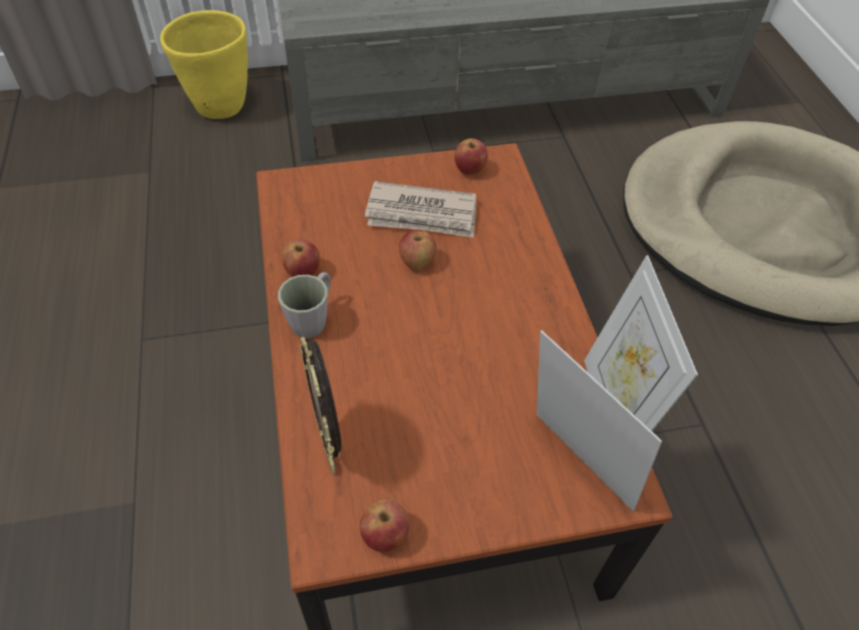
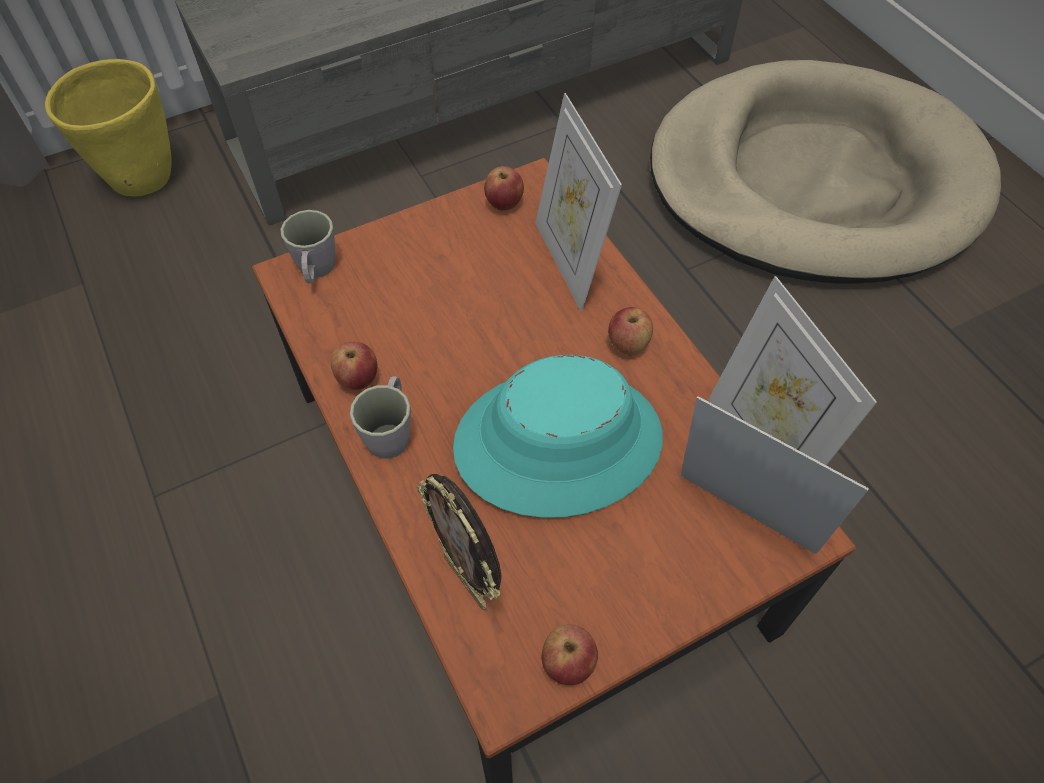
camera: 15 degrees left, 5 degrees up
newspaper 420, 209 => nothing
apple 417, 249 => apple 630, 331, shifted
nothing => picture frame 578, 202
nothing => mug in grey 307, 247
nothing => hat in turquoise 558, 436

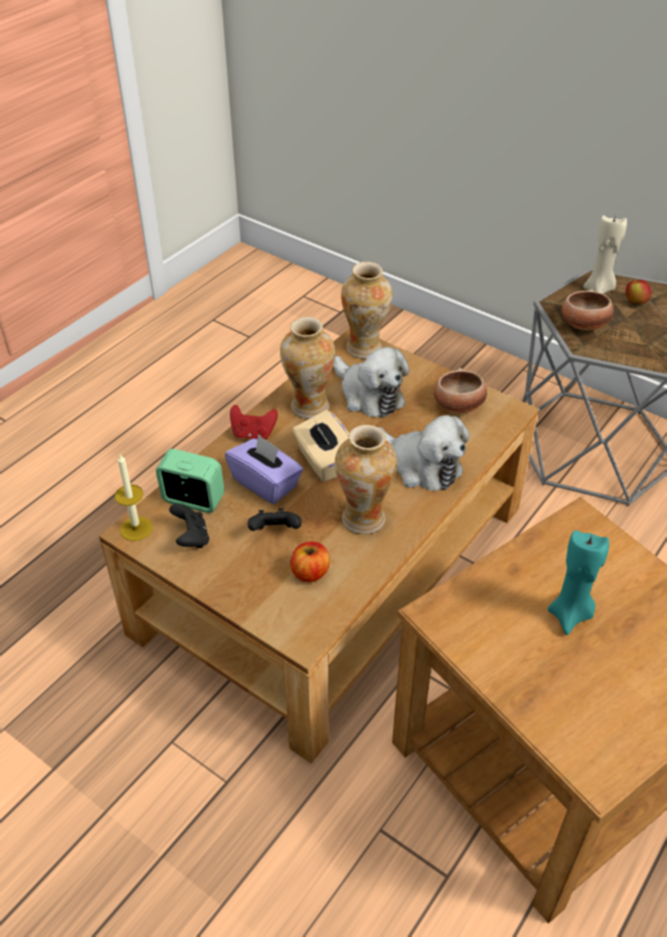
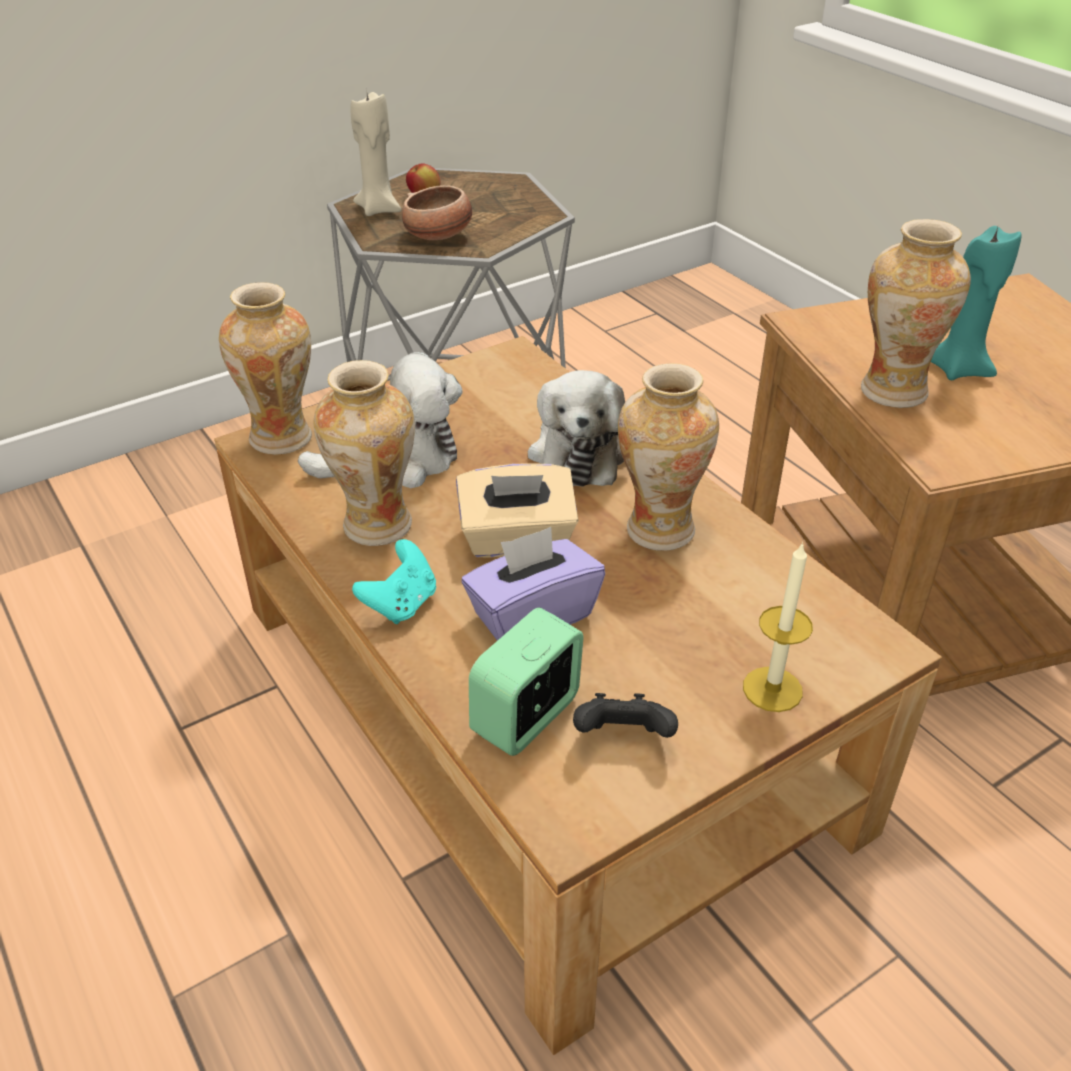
camera: 70 degrees left, 5 degrees down
bowl 460, 390 => nothing
game controller in red 254, 422 => game controller in turquoise 394, 581
plush toy 423, 453 => plush toy 576, 428, 120 degrees clockwise
candle 134, 497 => candle 778, 627, shifted
game controller in black 275, 519 => nothing
apple 310, 562 => nothing
nothing => vase 916, 313

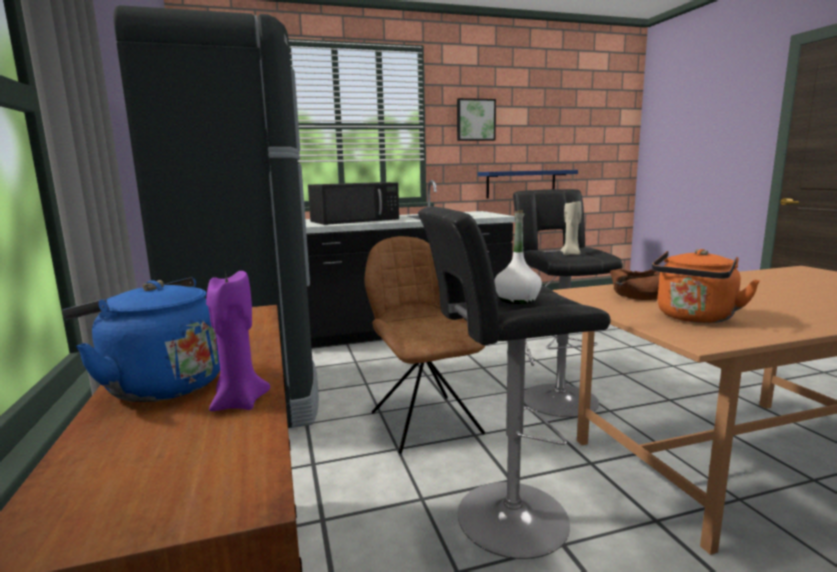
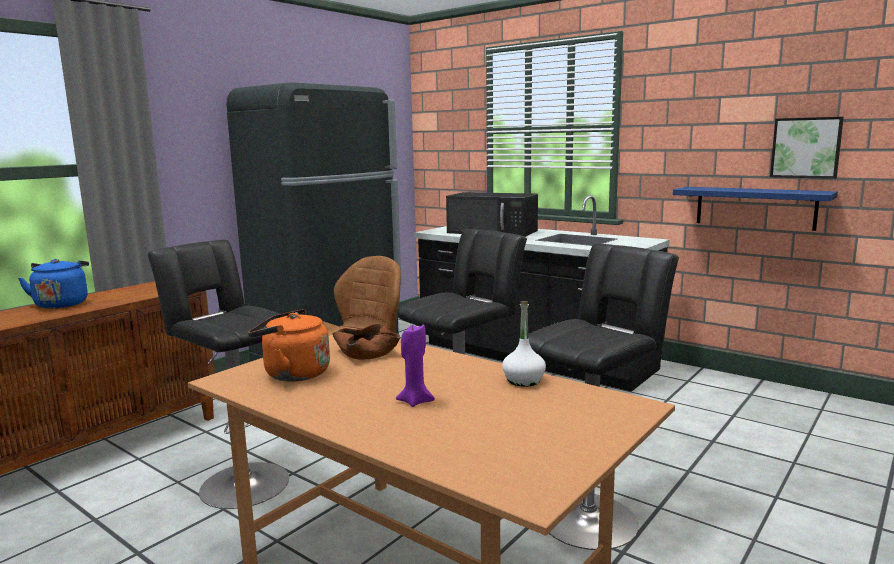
camera: 55 degrees right, 0 degrees up
picture 476, 119 => picture 807, 148, shifted
candle in beige 571, 228 => nothing
bottle in white 518, 257 => bottle in white 524, 344, shifted
candle in purple 238, 341 => candle in purple 415, 365, shifted
nothing => stool in black 603, 397

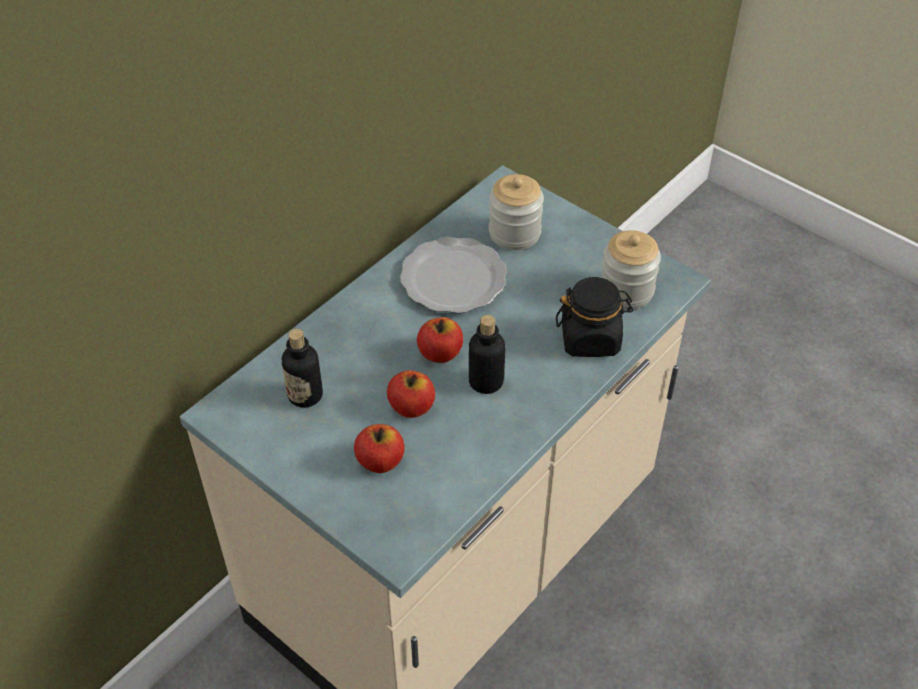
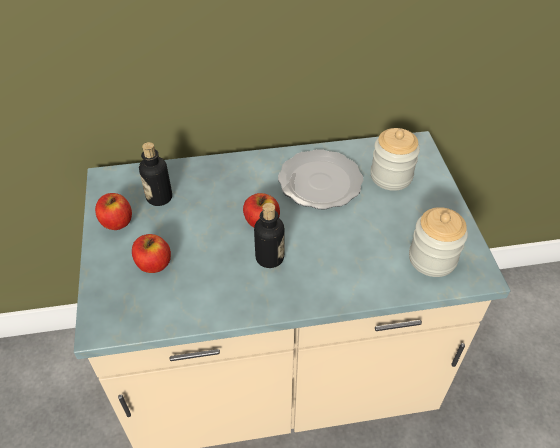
camera: 40 degrees right, 0 degrees up
jar in black 594, 317 => nothing
apple 411, 394 => apple 113, 211, shifted

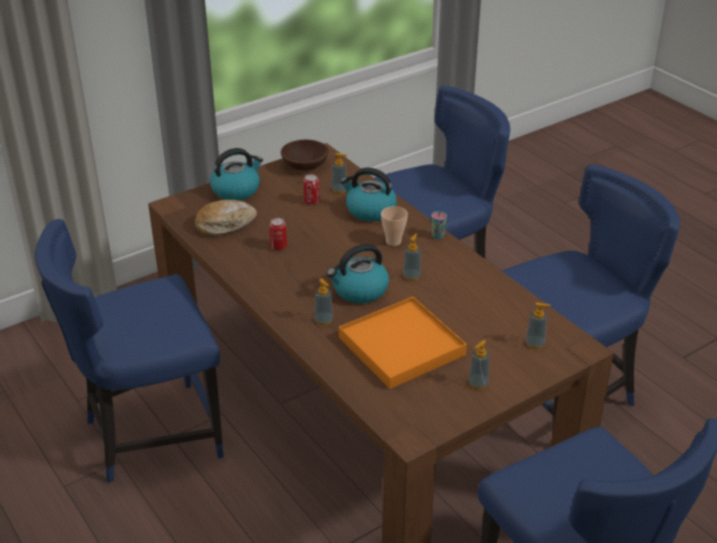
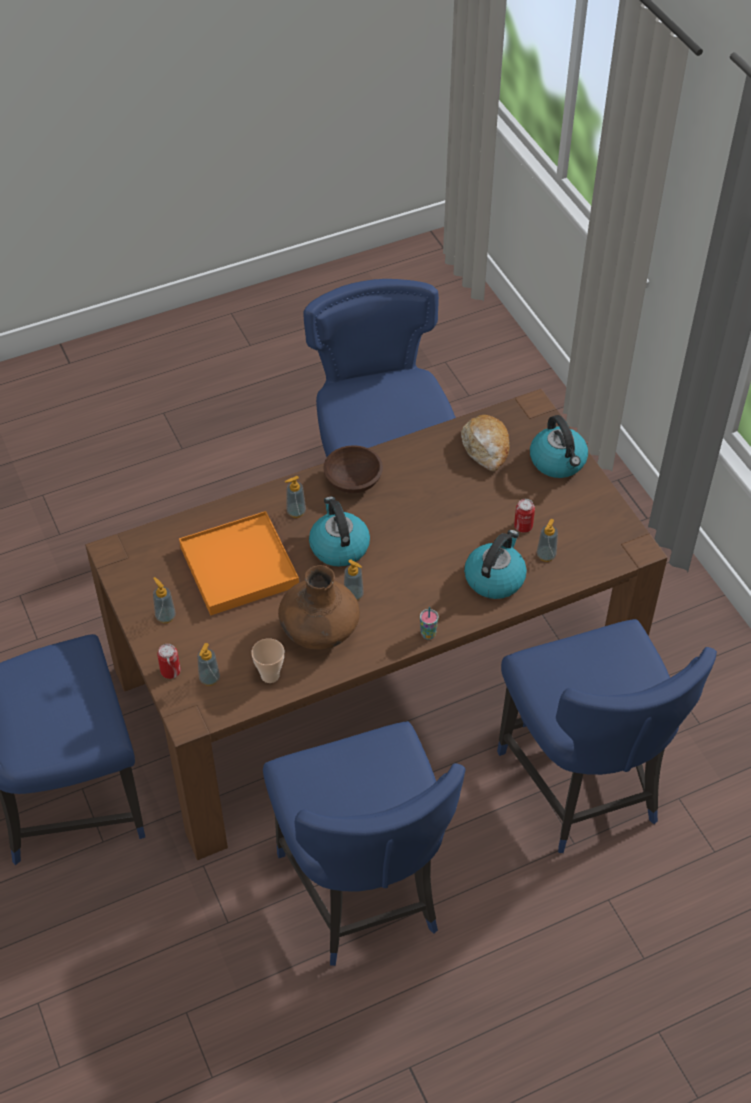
camera: 100 degrees right, 15 degrees up
bowl in brown 305, 155 => bowl in brown 353, 469, shifted
cup 394, 226 => cup 267, 660, shifted
can 278, 234 => can 169, 661, shifted
nothing => vase in brown 319, 607

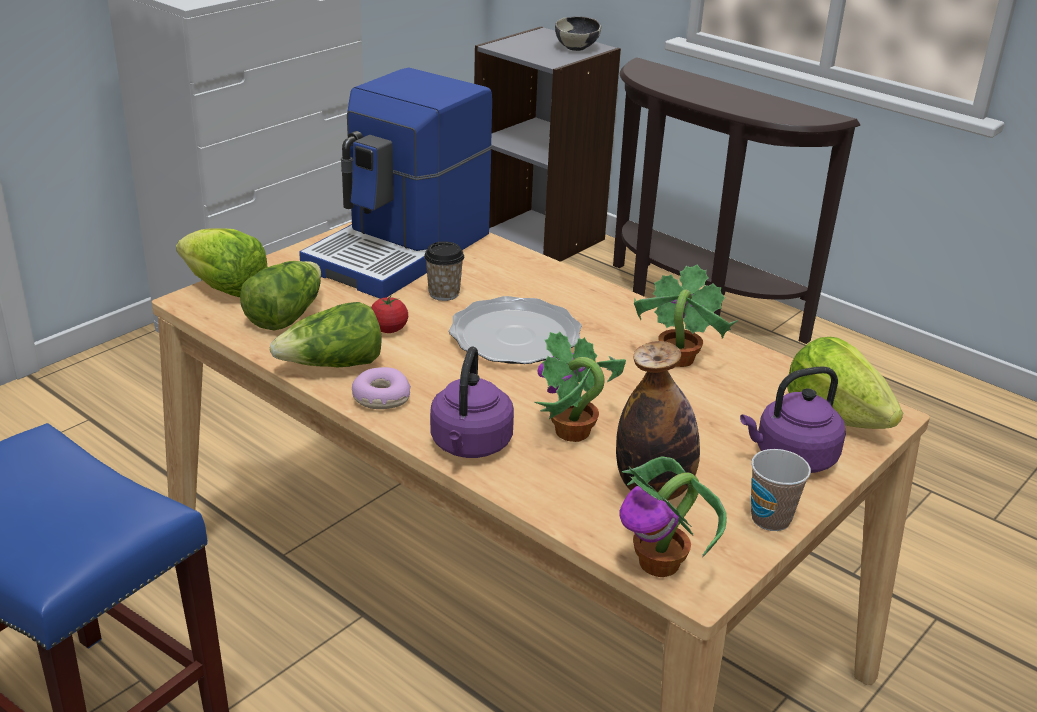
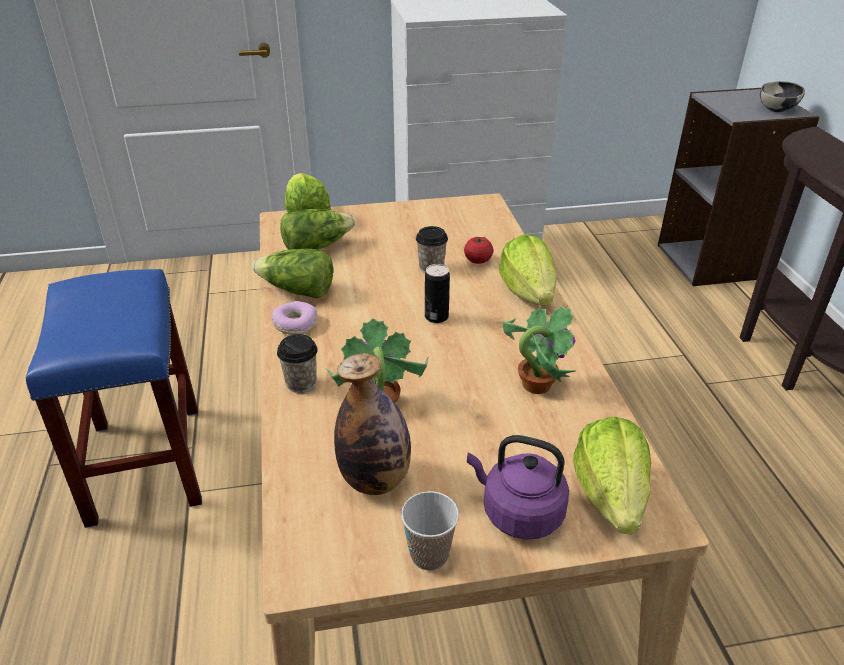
camera: 40 degrees right, 5 degrees up
coffee machine 396, 183 => nothing
tomato 389, 314 => tomato 478, 250, shifted
plate 515, 330 => can 437, 293
kettle in purple 472, 402 => cup 297, 363
potted plant 673, 517 => nothing
nothing => lettuce 528, 269

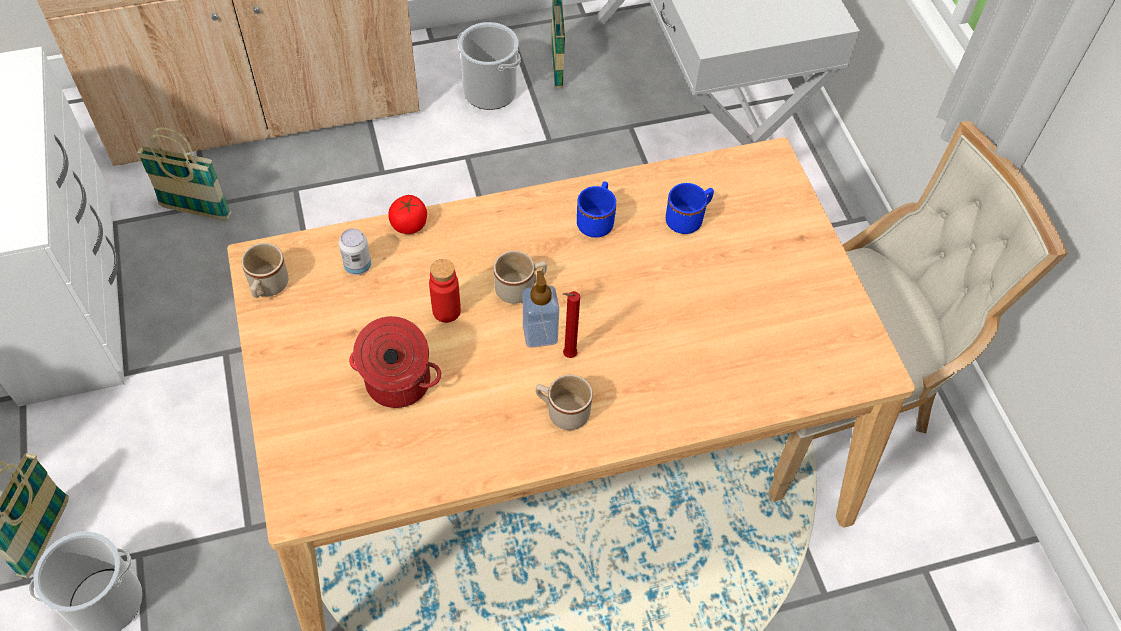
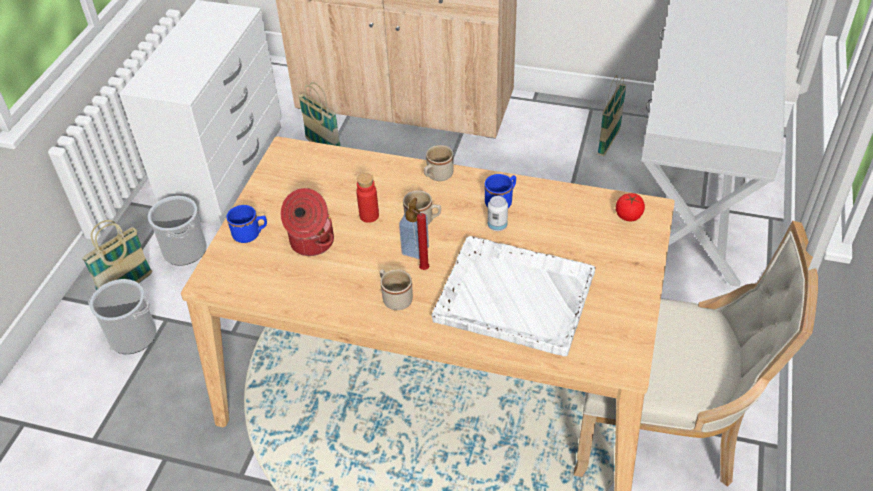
camera: 35 degrees right, 10 degrees down
bucket 489, 66 => bucket 177, 231, shifted
mug in blue 690, 208 => mug in blue 246, 224, shifted
tomato 407, 214 => tomato 630, 207, shifted
can 355, 252 => can 498, 213, shifted
mug in beige 265, 270 => mug in beige 438, 163, shifted
nothing => tray in white 514, 296

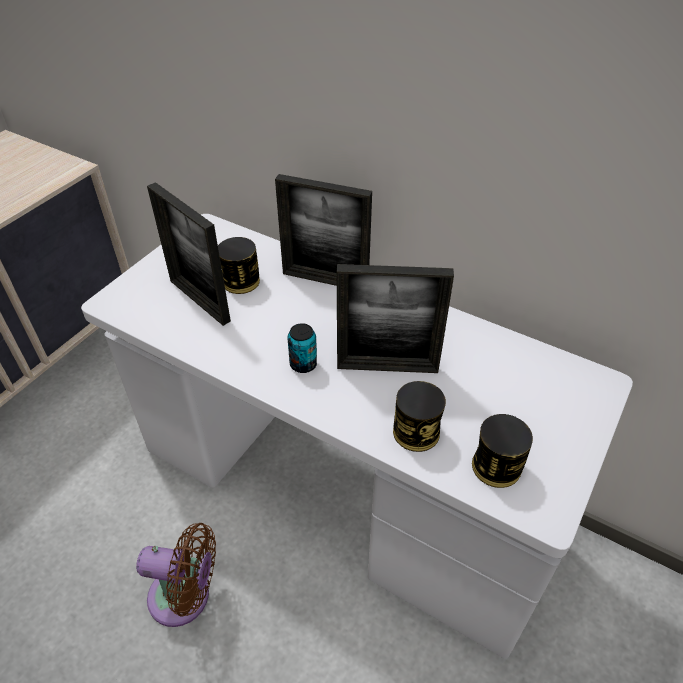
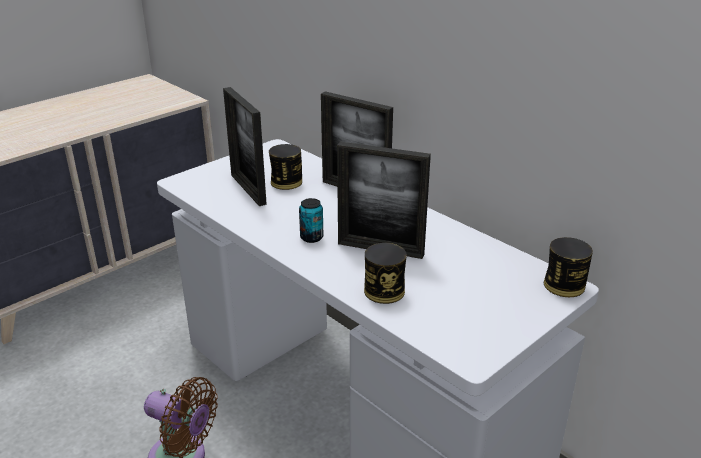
camera: 15 degrees right, 15 degrees down
can 502, 451 => can 568, 267, shifted

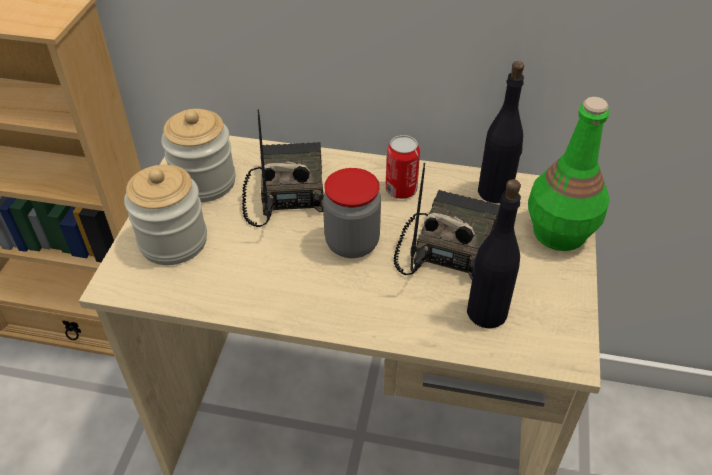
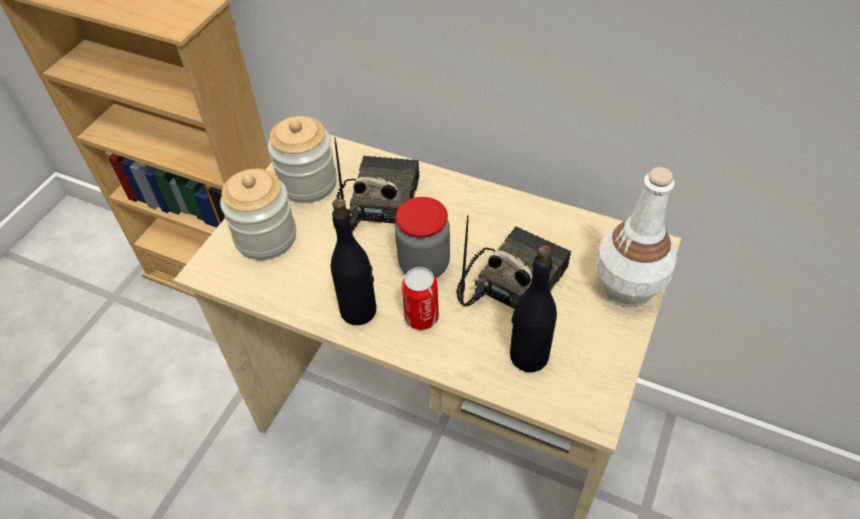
camera: 15 degrees right, 5 degrees up
bottle in black 501, 132 => bottle in black 354, 261, shifted
bottle in green 569, 174 => bottle in white 635, 237
can 402, 167 => can 420, 298, shifted

